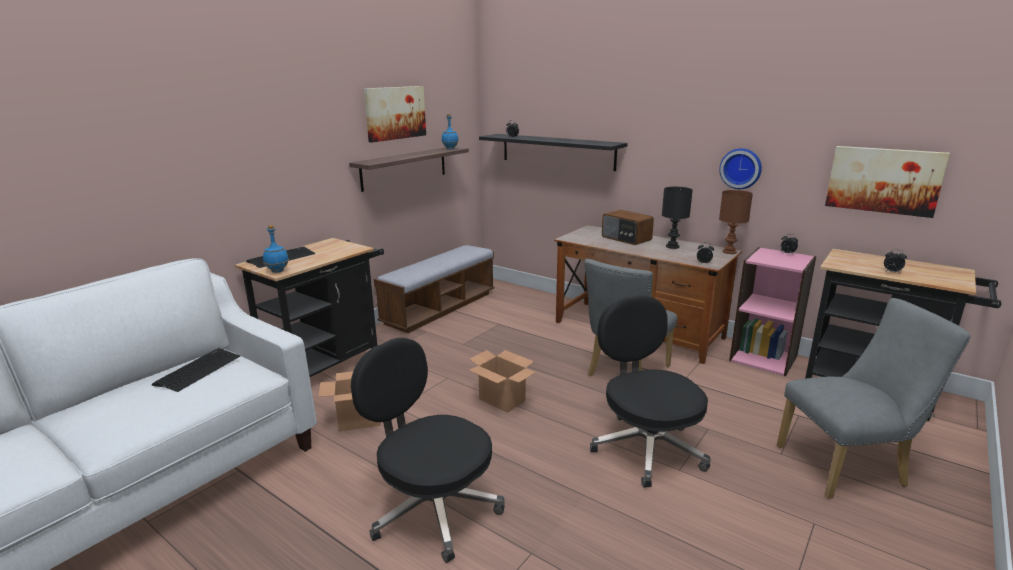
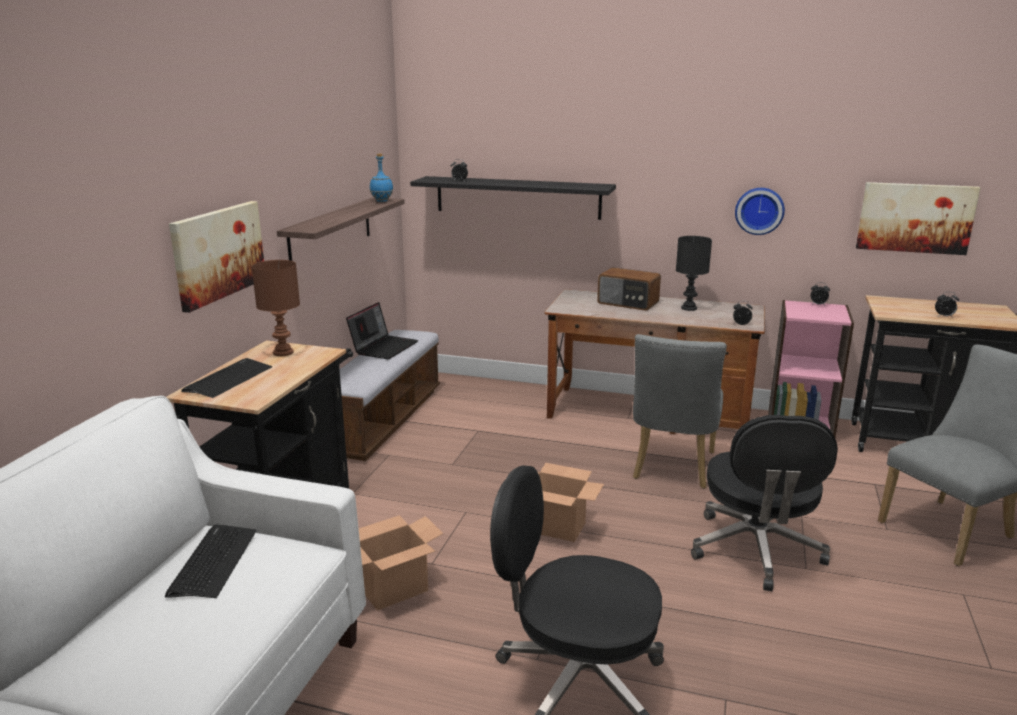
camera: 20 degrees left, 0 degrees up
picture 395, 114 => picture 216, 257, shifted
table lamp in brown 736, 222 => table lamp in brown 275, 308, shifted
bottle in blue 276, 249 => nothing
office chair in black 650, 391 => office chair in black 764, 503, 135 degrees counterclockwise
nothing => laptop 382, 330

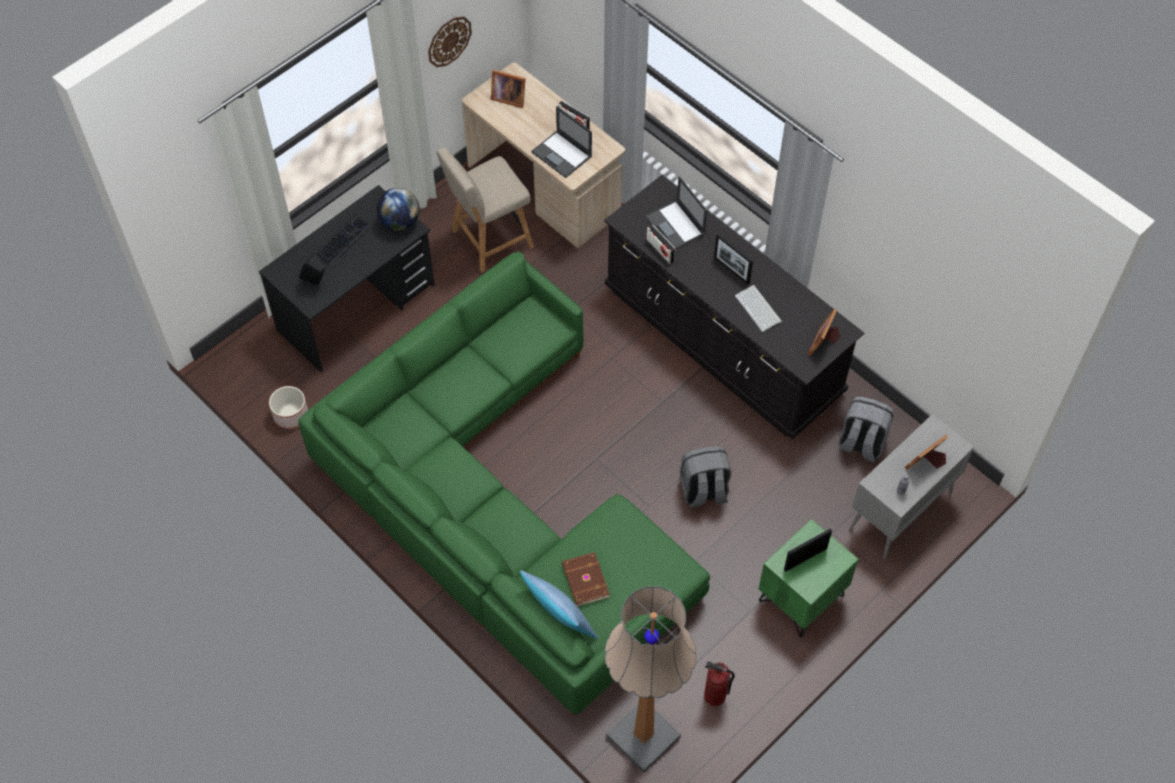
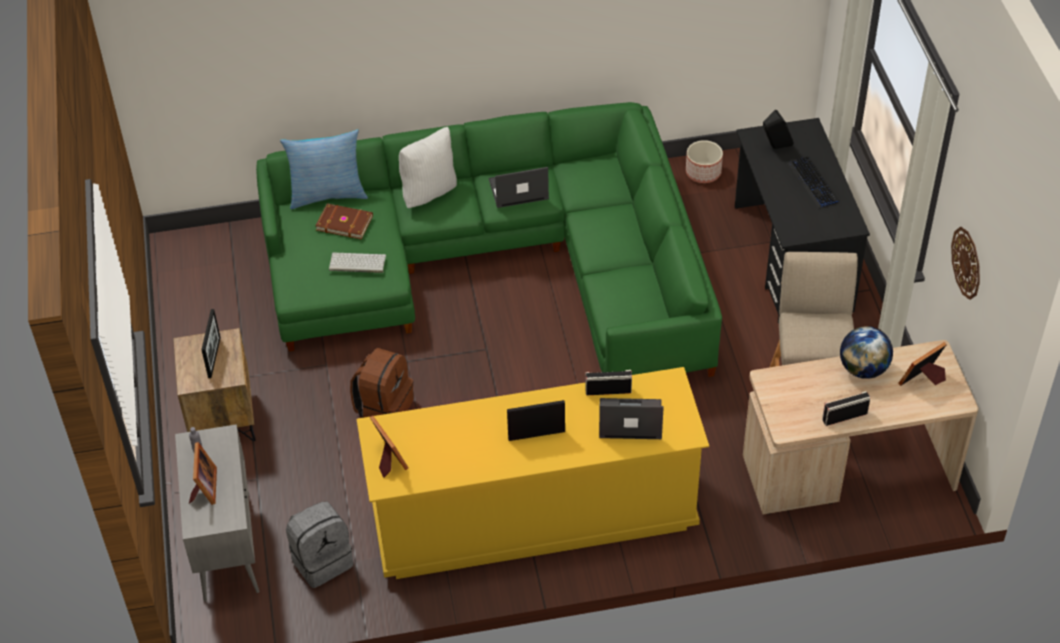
camera: 125 degrees right, 10 degrees down
laptop 561, 142 => laptop 518, 187, shifted
dresser in black 734, 307 => dresser in yellow 533, 473
globe 398, 209 => globe 866, 352, shifted
keyboard 758, 308 => keyboard 357, 262, shifted
backpack in grey 706, 477 => backpack in brown 381, 383
nightstand in green 809, 578 => nightstand in brown 214, 384
floor lamp 650, 679 => nothing
fire extinguisher 719, 683 => nothing
nothing => pillow in white 428, 167

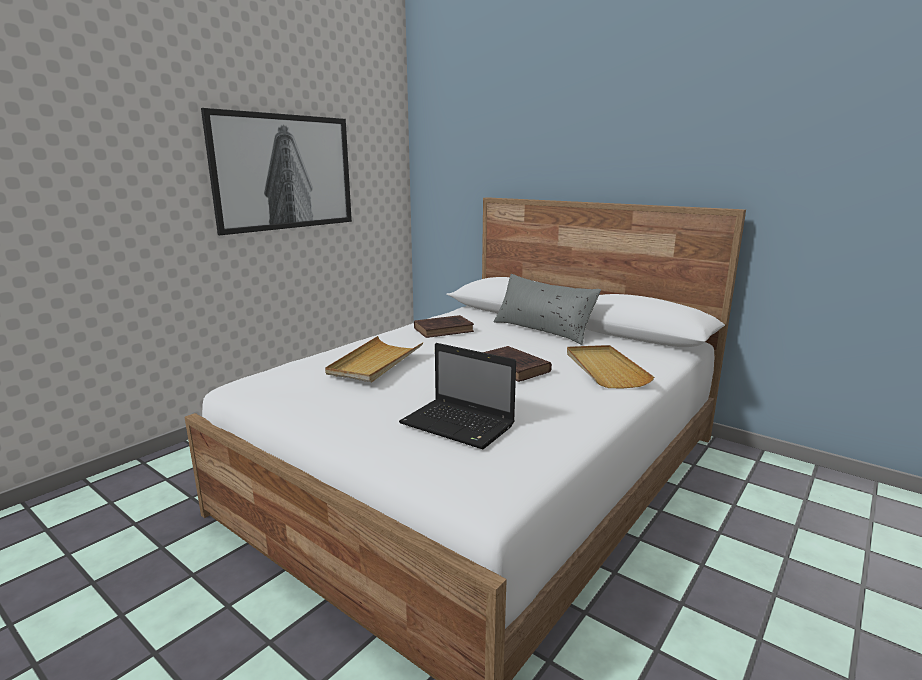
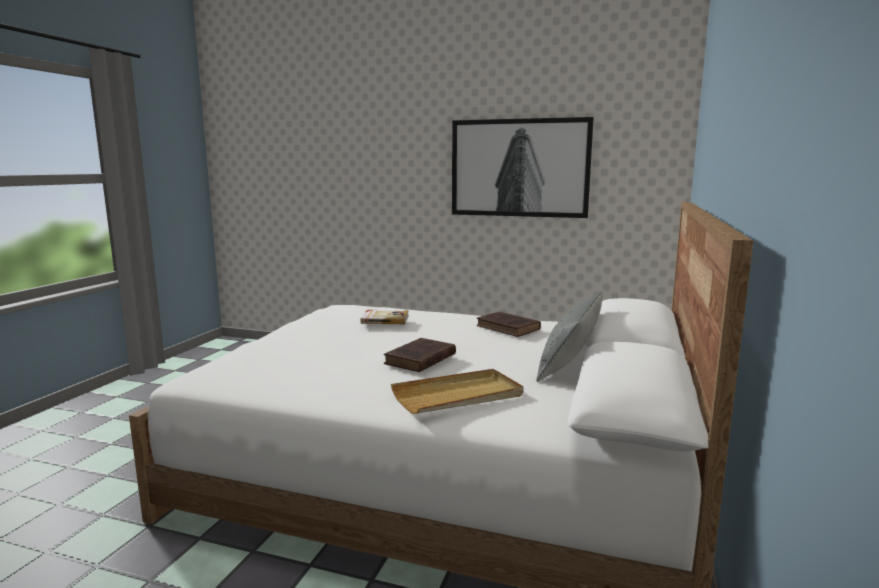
camera: 70 degrees right, 5 degrees down
tray in beige 374, 359 => book 385, 317
laptop 457, 396 => nothing

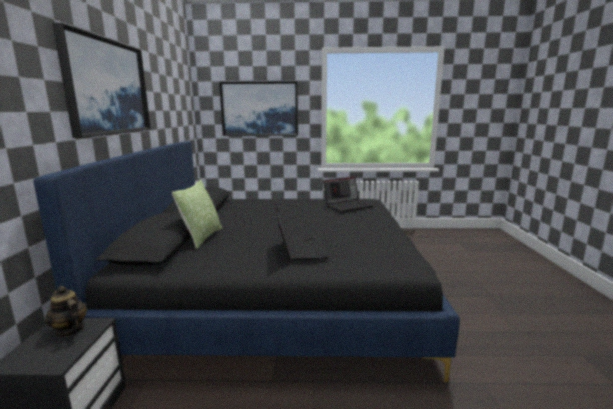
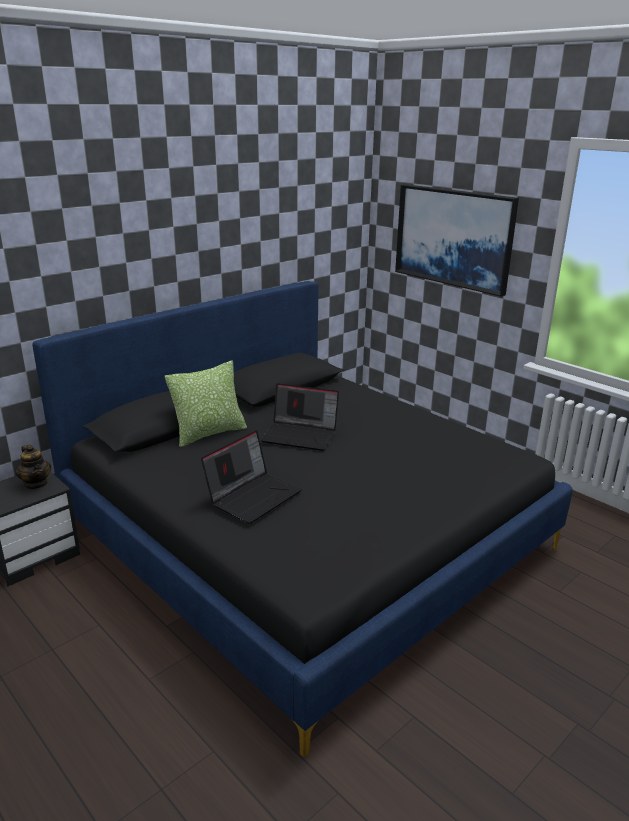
camera: 45 degrees right, 10 degrees up
picture 101, 80 => nothing
laptop 348, 194 => laptop 300, 417, shifted
teapot 66, 312 => teapot 33, 467, 150 degrees clockwise

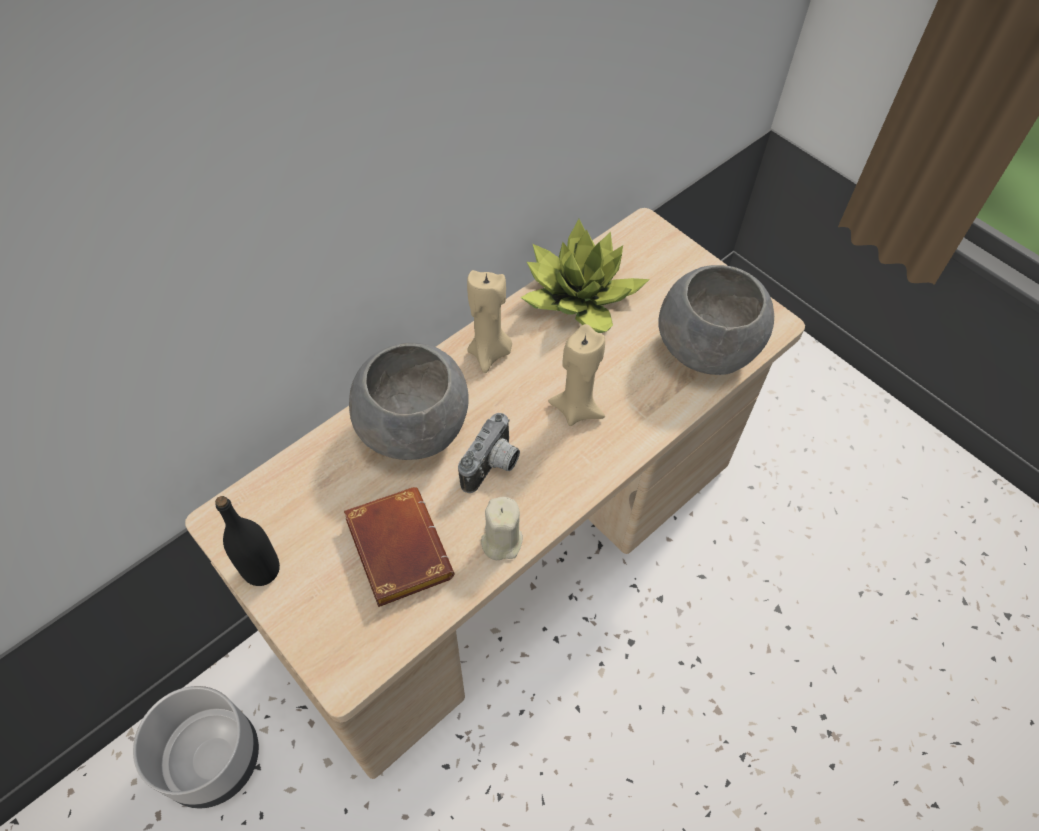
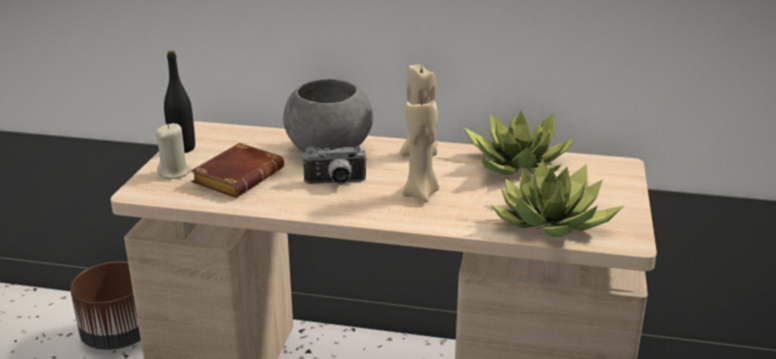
camera: 55 degrees right, 30 degrees down
bowl in grey 716, 320 => potted plant 557, 198
candle in beige 502, 528 => candle in beige 173, 151, shifted
planter in grey 196, 747 => planter in brown 105, 305

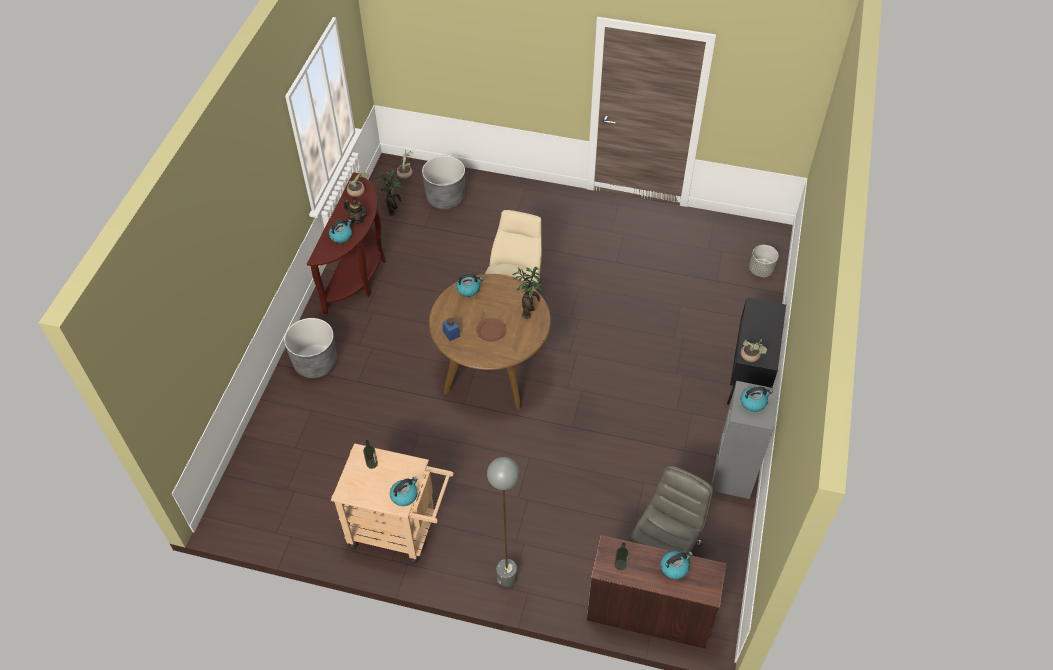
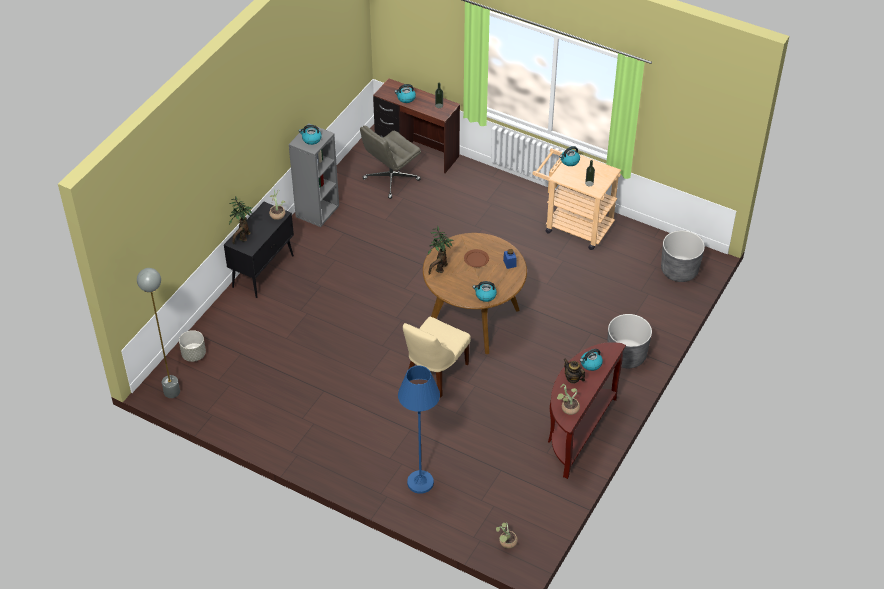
camera: 165 degrees left, 5 degrees down
planter in grey 443, 182 => planter in grey 683, 256, shifted
potted plant 388, 192 => potted plant 240, 220, shifted
floor lamp in grey 503, 522 => floor lamp in grey 158, 333, shifted
nothing => floor lamp in blue 419, 429

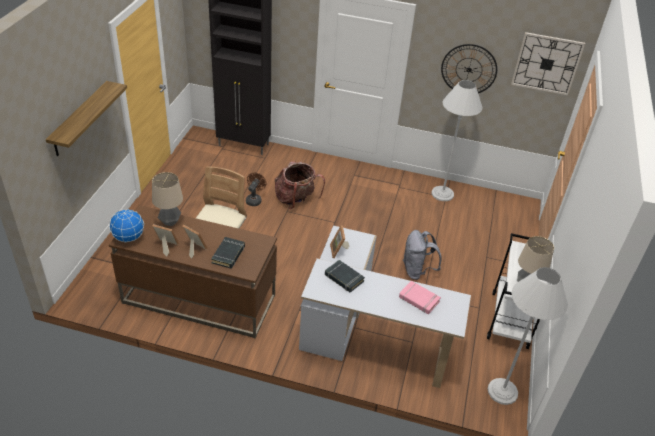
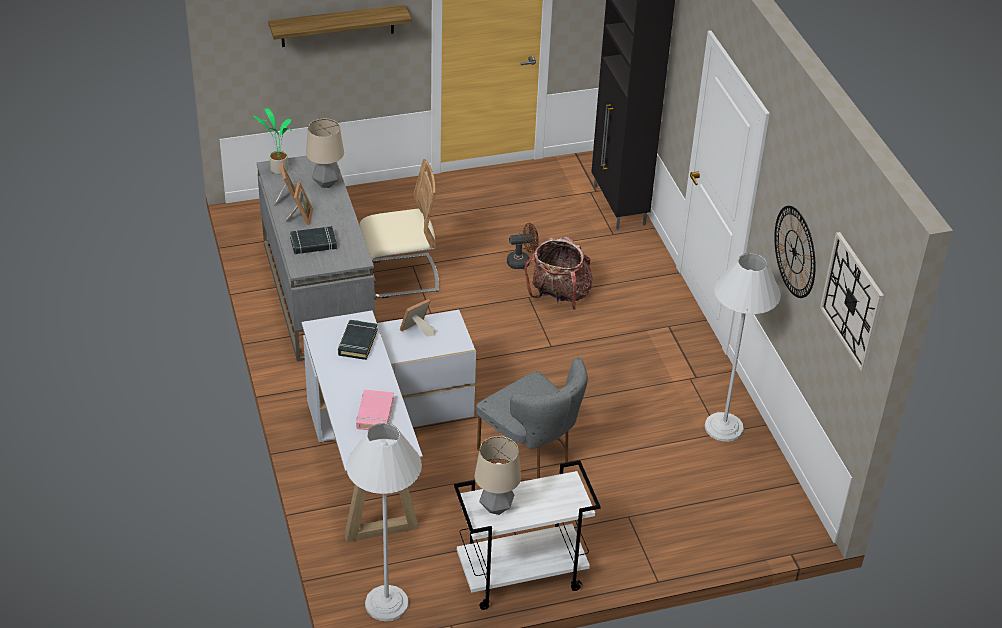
camera: 60 degrees right, 0 degrees up
desk in brown 193, 271 => desk in grey 316, 258
globe 126, 226 => potted plant 272, 141
backpack in grey 422, 255 => chair in grey 532, 419

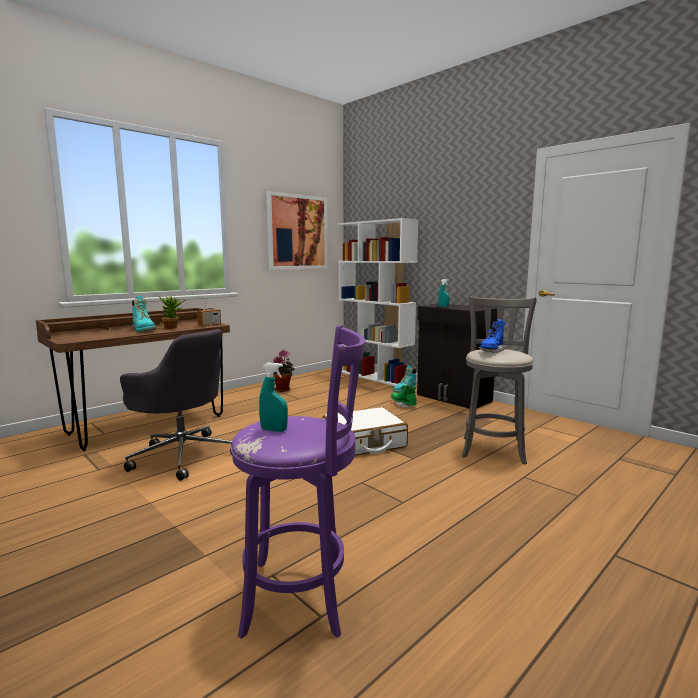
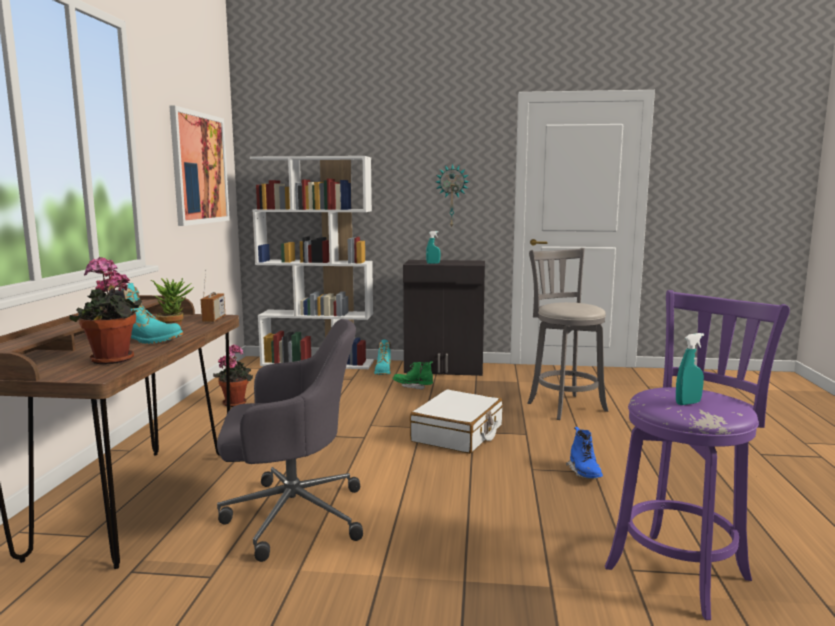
camera: 40 degrees left, 0 degrees up
boot in blue 492, 336 => boot in blue 584, 453, shifted
nothing => wall clock 452, 195
nothing => potted plant 106, 310

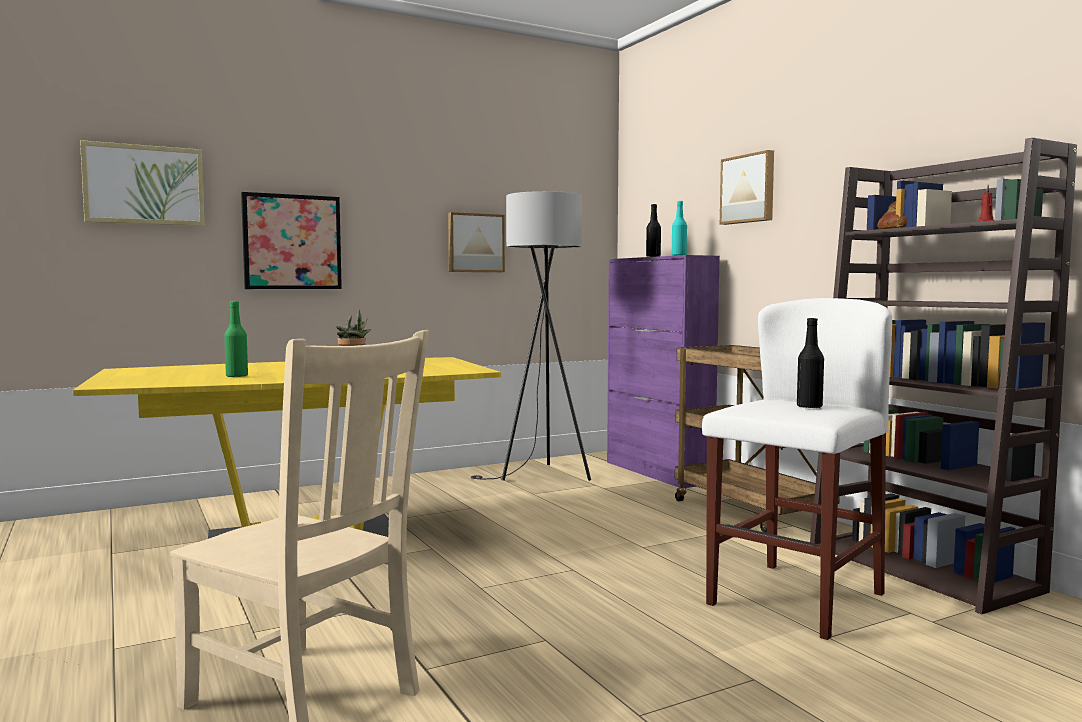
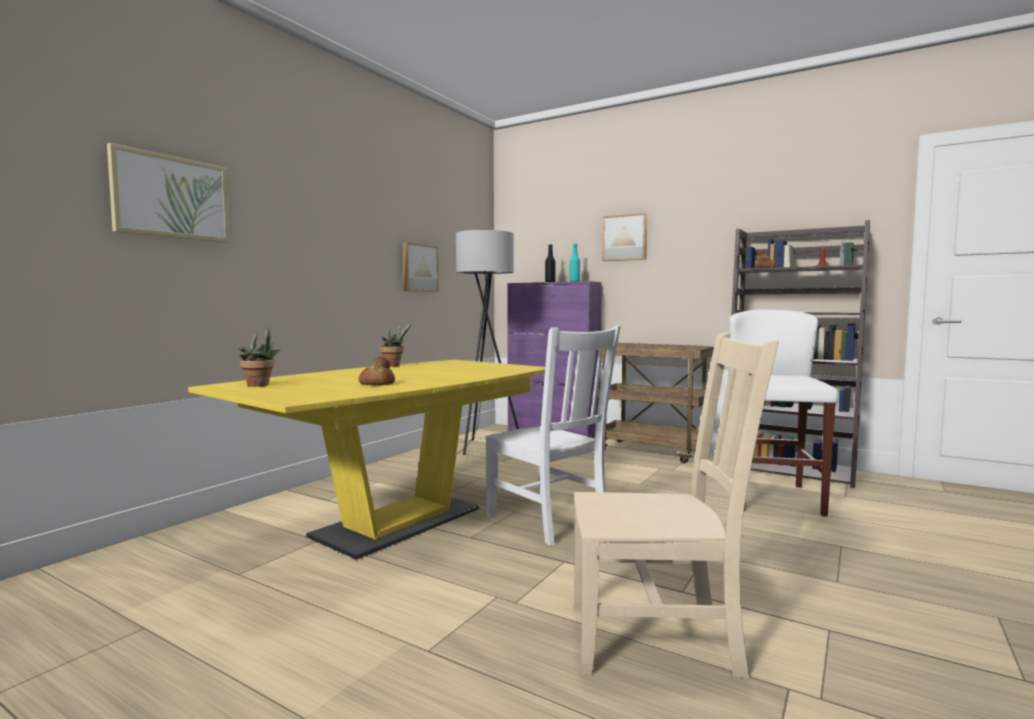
camera: 30 degrees left, 0 degrees up
picture 291, 240 => nothing
bottle in green 236, 339 => bread 377, 371
bottle in black 810, 363 => nothing
nothing => chair in white 553, 435
nothing => potted plant 259, 357

